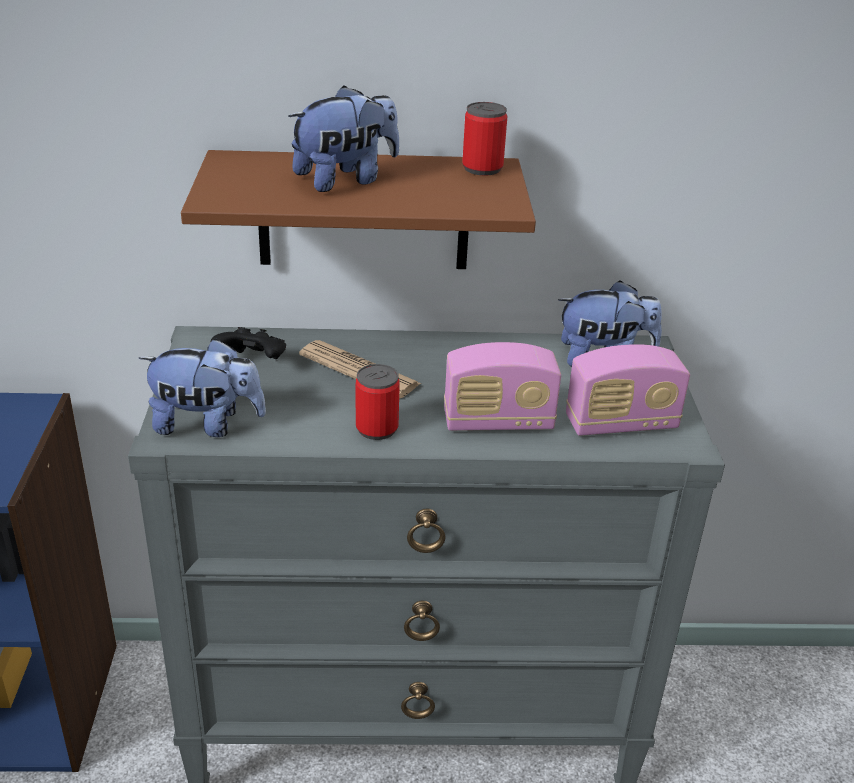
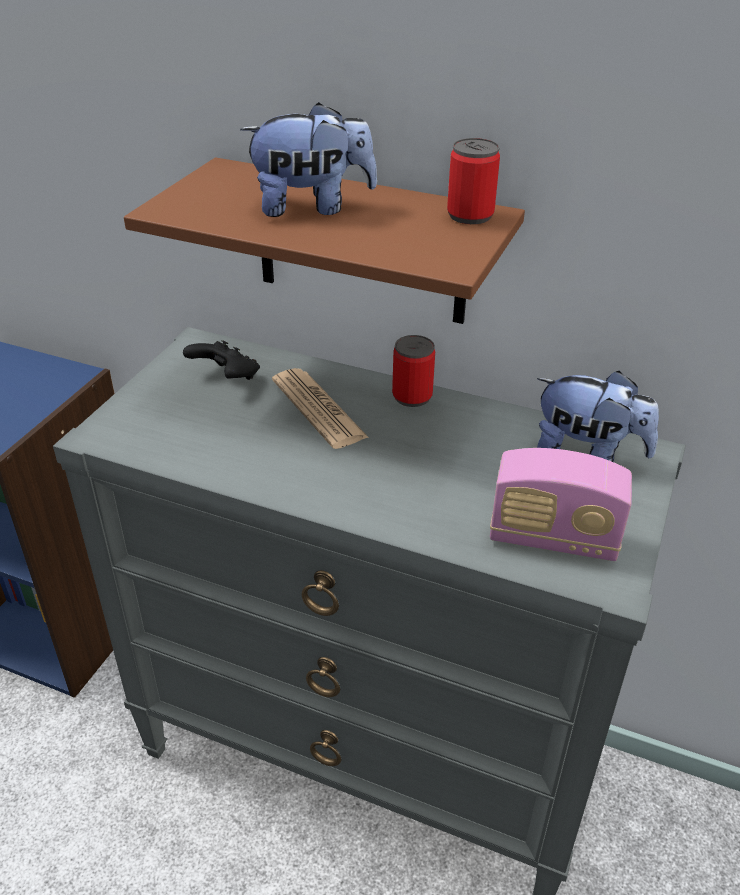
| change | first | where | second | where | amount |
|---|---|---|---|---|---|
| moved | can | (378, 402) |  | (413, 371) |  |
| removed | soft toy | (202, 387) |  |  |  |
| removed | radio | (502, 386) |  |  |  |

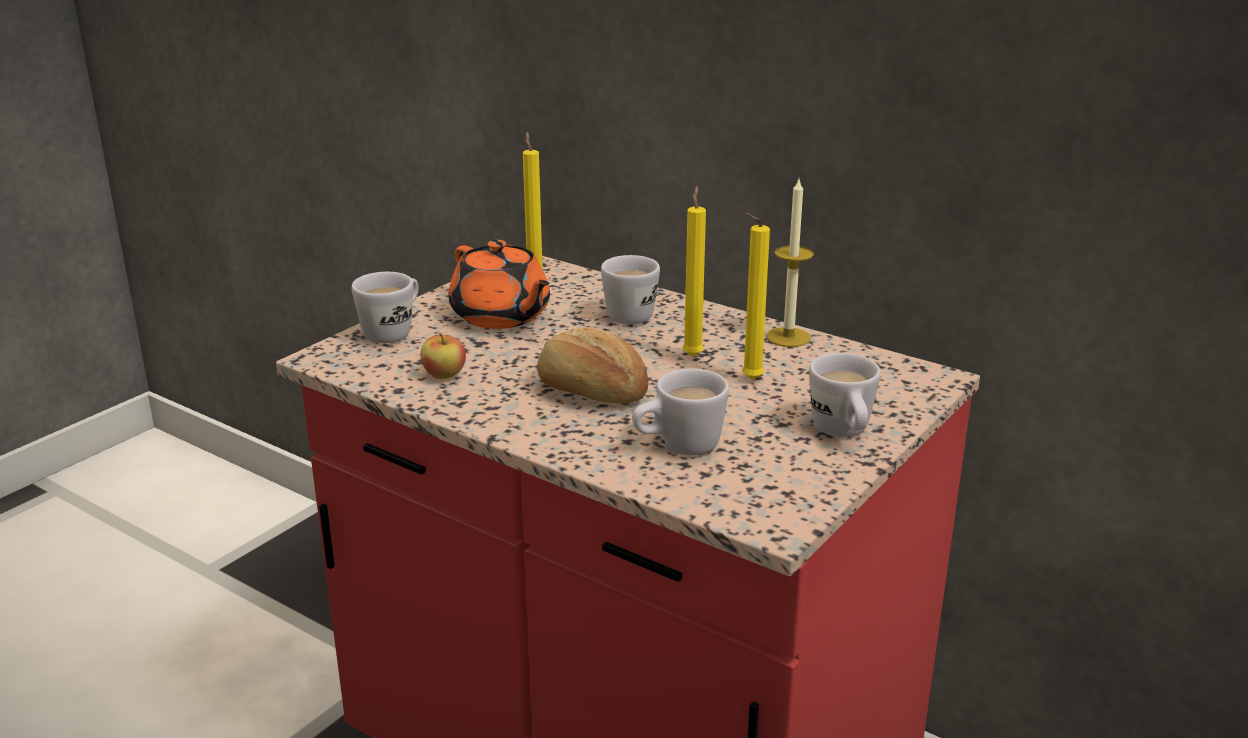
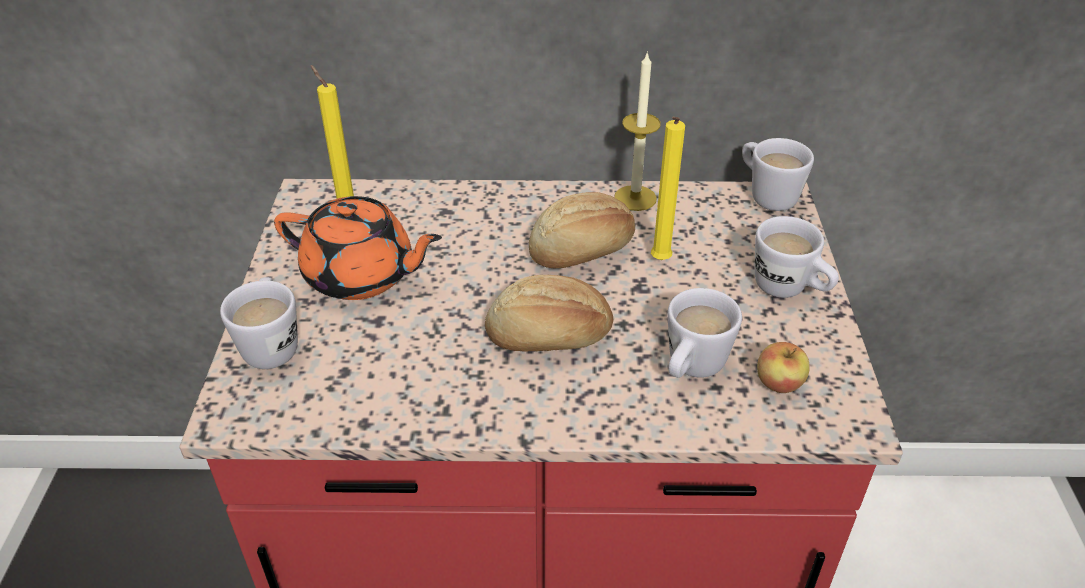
| change | first | where | second | where | amount |
|---|---|---|---|---|---|
| replaced | yellowish wax candle | (694, 271) | bread | (582, 230) |  |
| moved | whitish coffee mug | (630, 289) |  | (778, 174) |  |
| moved | whole apple | (443, 356) |  | (783, 367) |  |

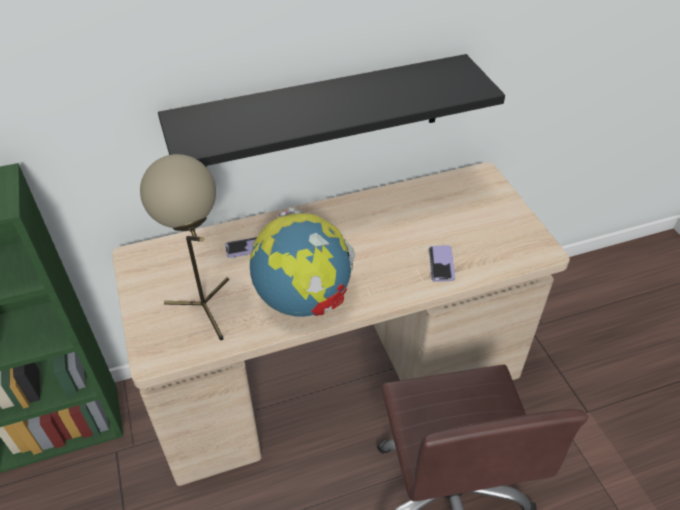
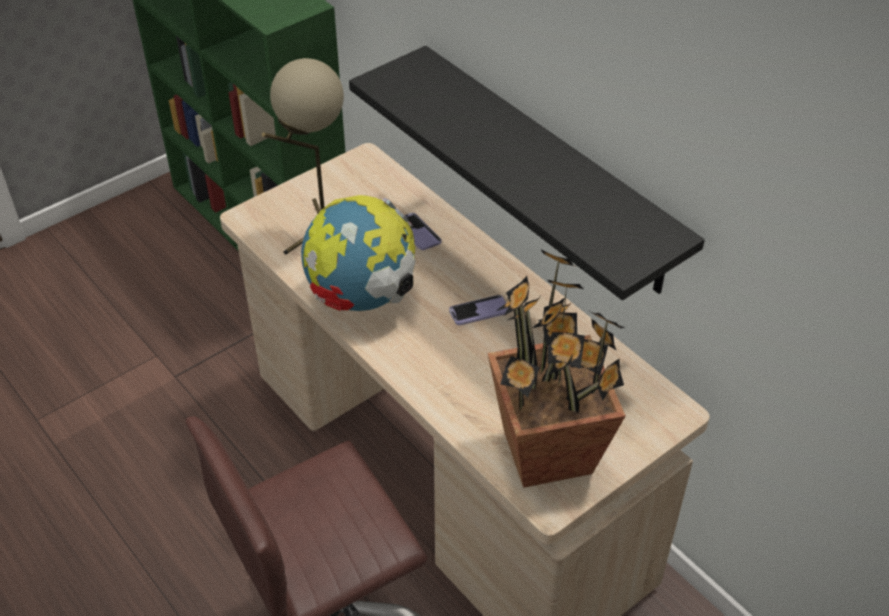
| change | first | where | second | where | amount |
|---|---|---|---|---|---|
| moved | telephone | (442, 263) |  | (478, 310) |  |
| added |  |  | plant in a pot | (557, 368) |  |

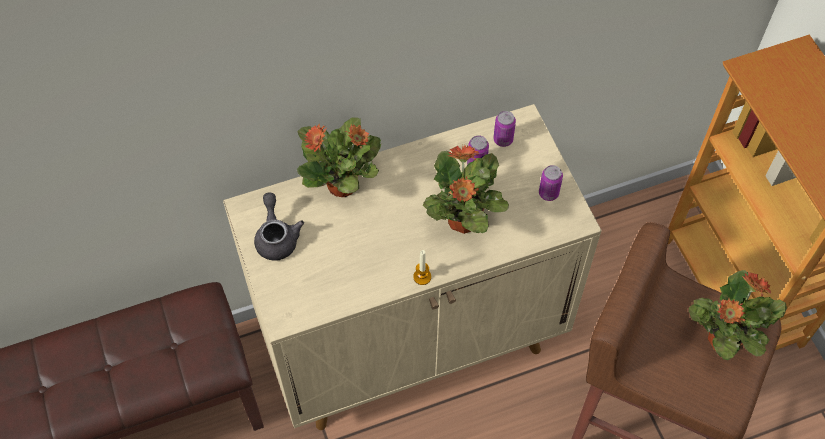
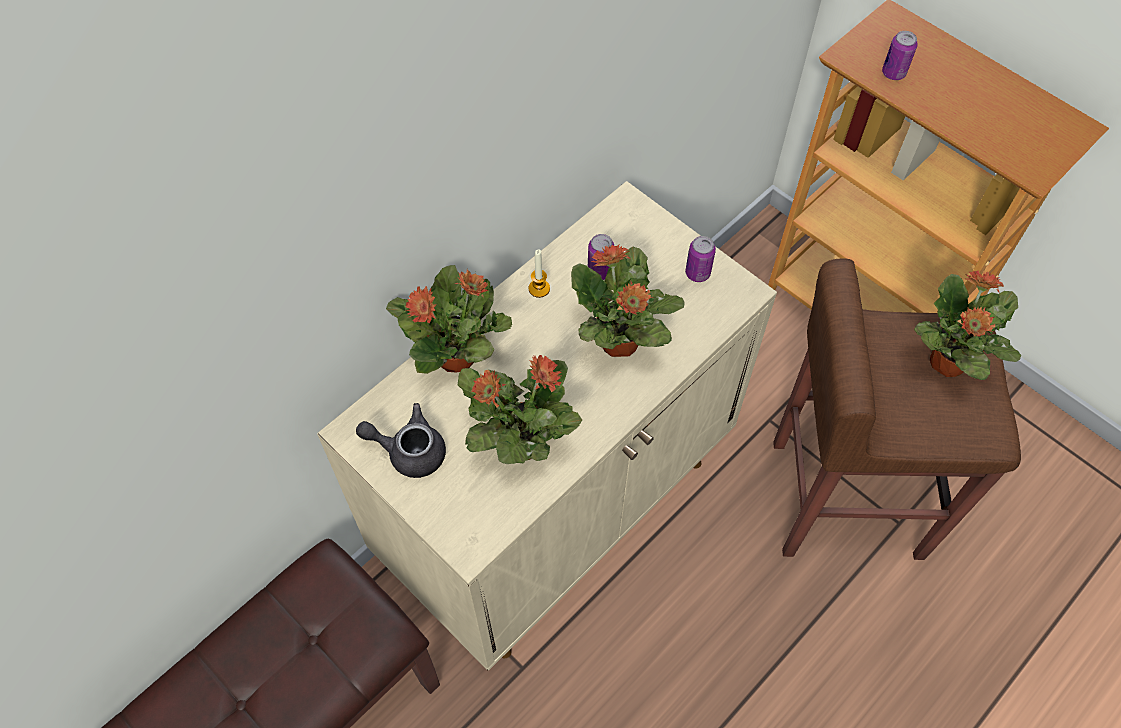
| change | first | where | second | where | amount |
|---|---|---|---|---|---|
| turned | gray tea pot | (279, 226) |  | (401, 440) | 45 degrees counterclockwise |
| added |  |  | plant in a pot | (520, 409) |  |
| moved | wax candle | (422, 267) |  | (539, 273) |  |
| moved | can | (504, 129) |  | (900, 55) |  |

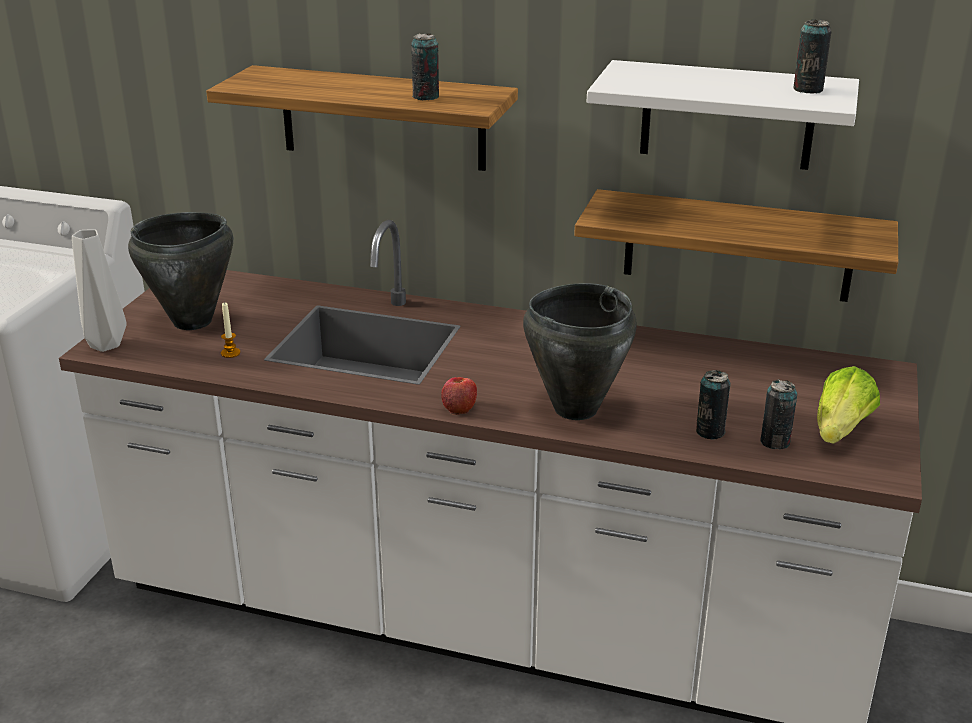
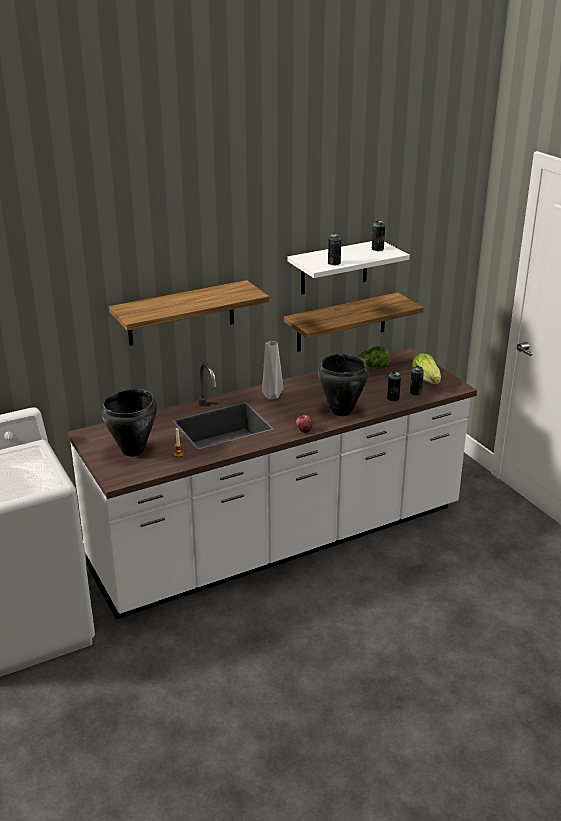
| change | first | where | second | where | amount |
|---|---|---|---|---|---|
| moved | gray flower vase | (99, 290) |  | (272, 370) |  |
| moved | can | (425, 66) |  | (334, 249) |  |
| added |  |  | head of lettuce | (374, 357) |  |

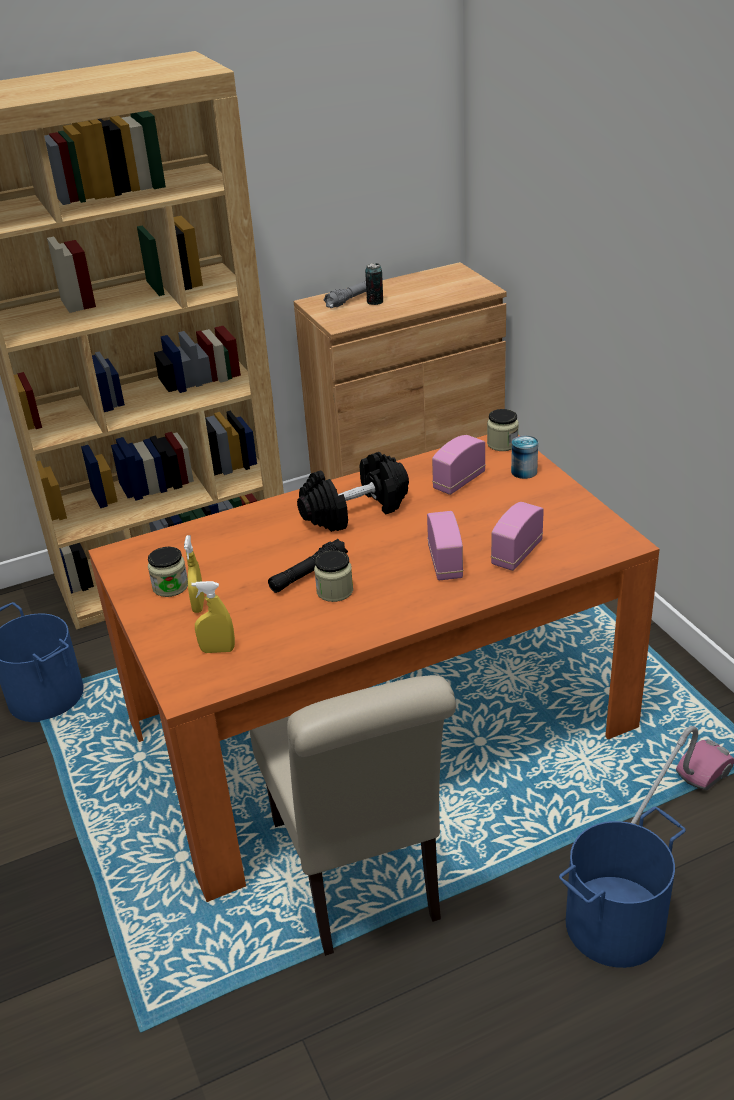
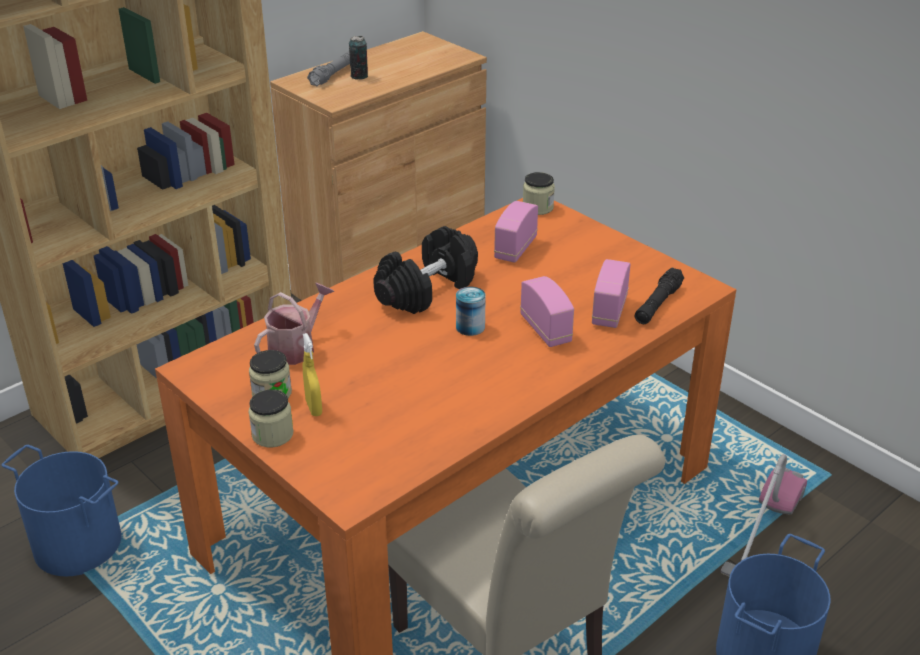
| change | first | where | second | where | amount |
|---|---|---|---|---|---|
| moved | storage jar | (333, 576) |  | (270, 418) |  |
| added |  |  | watering pot | (294, 324) |  |
| moved | can | (524, 457) |  | (471, 311) |  |
| moved | blackish hand torch | (308, 566) |  | (659, 295) |  |
| removed | yellowish sprayer | (213, 617) |  |  |  |

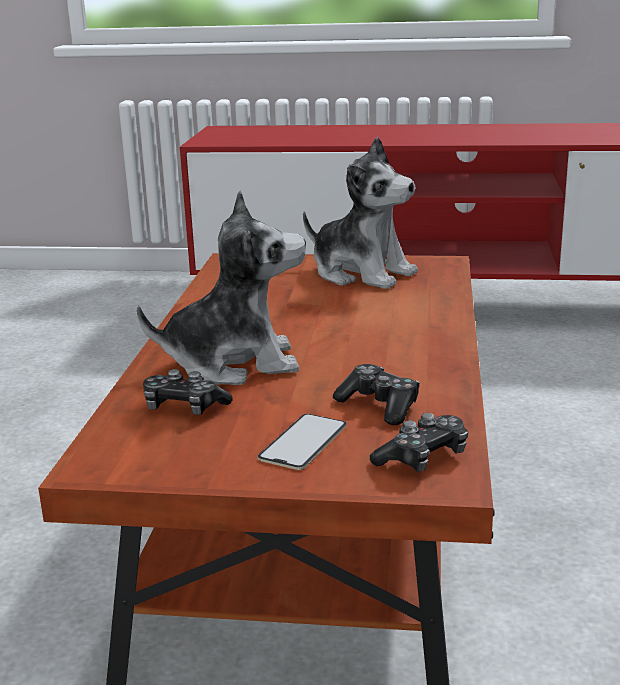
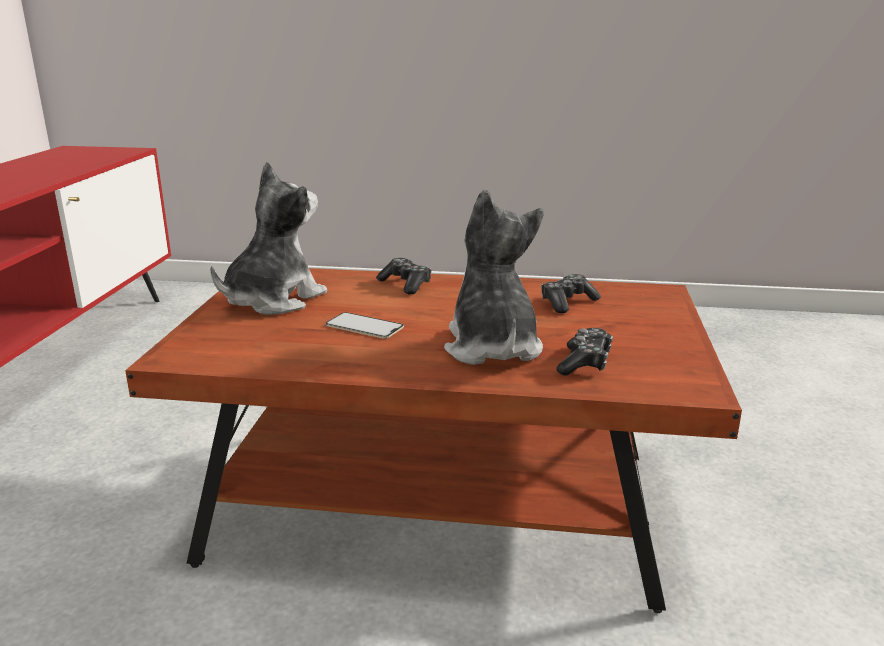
| change | first | where | second | where | amount |
|---|---|---|---|---|---|
| moved | telephone | (302, 442) |  | (364, 325) |  |
| moved | joypad | (419, 442) |  | (404, 276) |  |

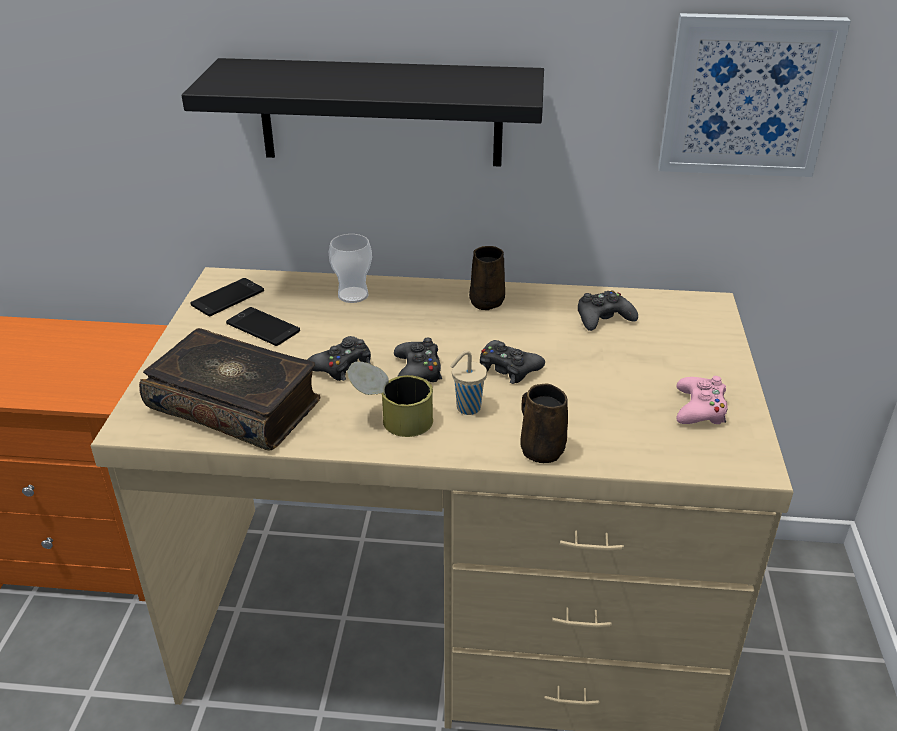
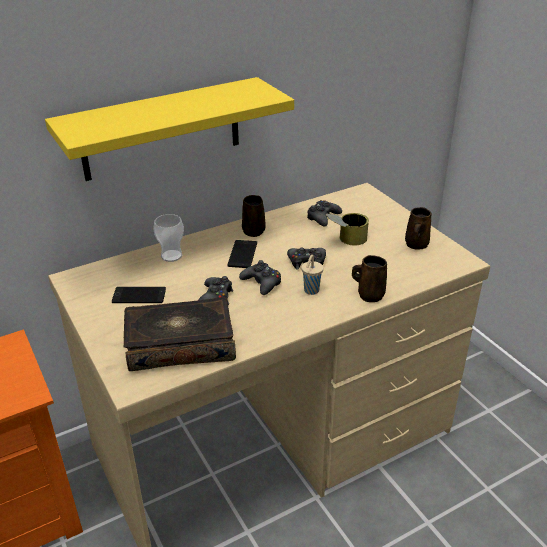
| change | first | where | second | where | amount |
|---|---|---|---|---|---|
| recoloured | blackish shelf | (363, 112) | yellowish shelf | (169, 129) |  |
| moved | telephone | (227, 297) |  | (242, 254) |  |
| moved | can | (390, 399) |  | (347, 229) |  |
| replaced | pink-coloured joypad | (701, 400) | brown-coloured coffee mug | (418, 228) |  |
| removed | wall picture | (754, 95) |  |  |  |

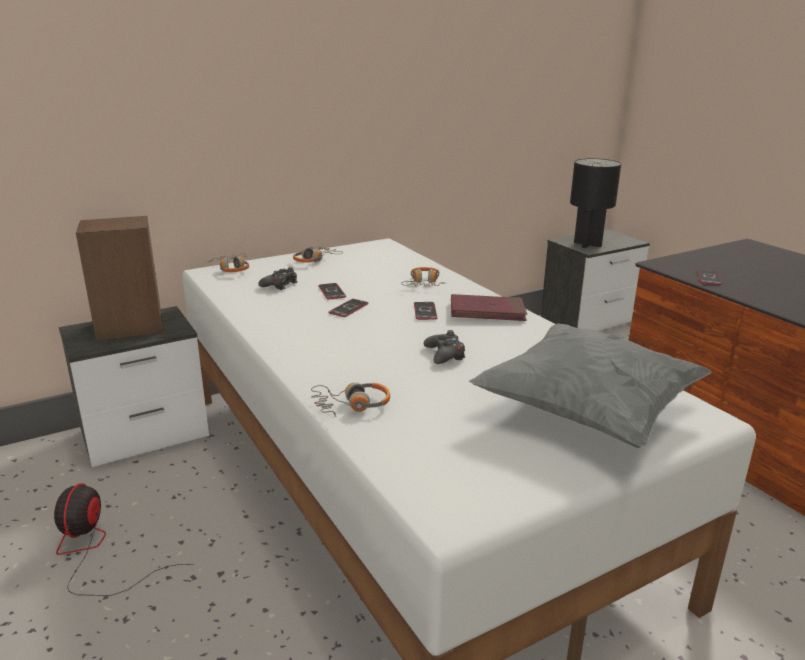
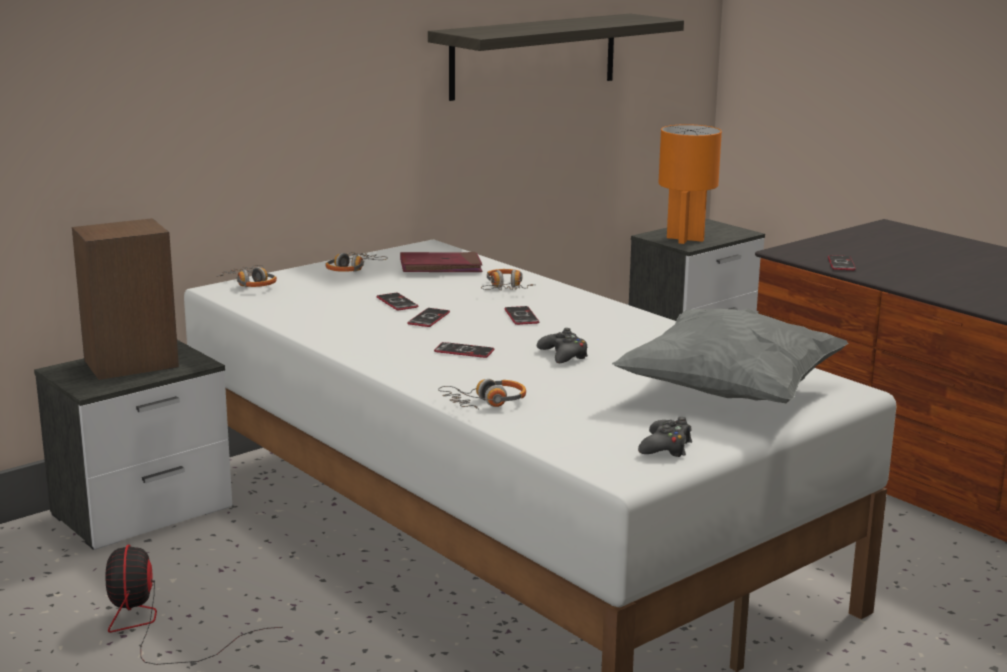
| change | first | where | second | where | amount |
|---|---|---|---|---|---|
| moved | red book | (489, 307) |  | (441, 262) |  |
| added |  |  | shelf | (556, 57) |  |
| added |  |  | telephone | (464, 350) |  |
| moved | blackish joypad | (277, 278) |  | (665, 437) |  |
| recoloured | blackish lamp for a table | (595, 203) | orange-coloured lamp for a table | (690, 184) |  |

